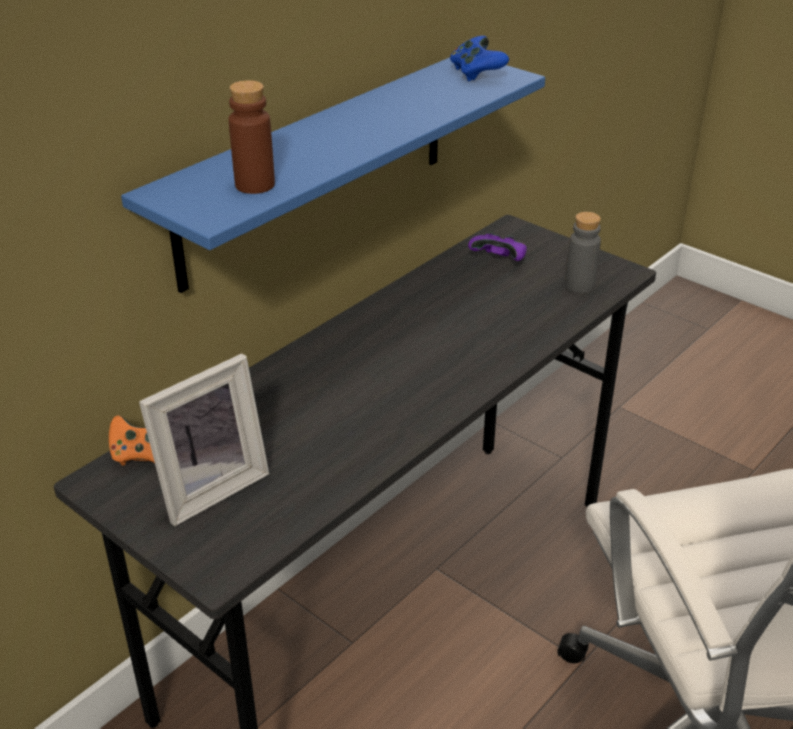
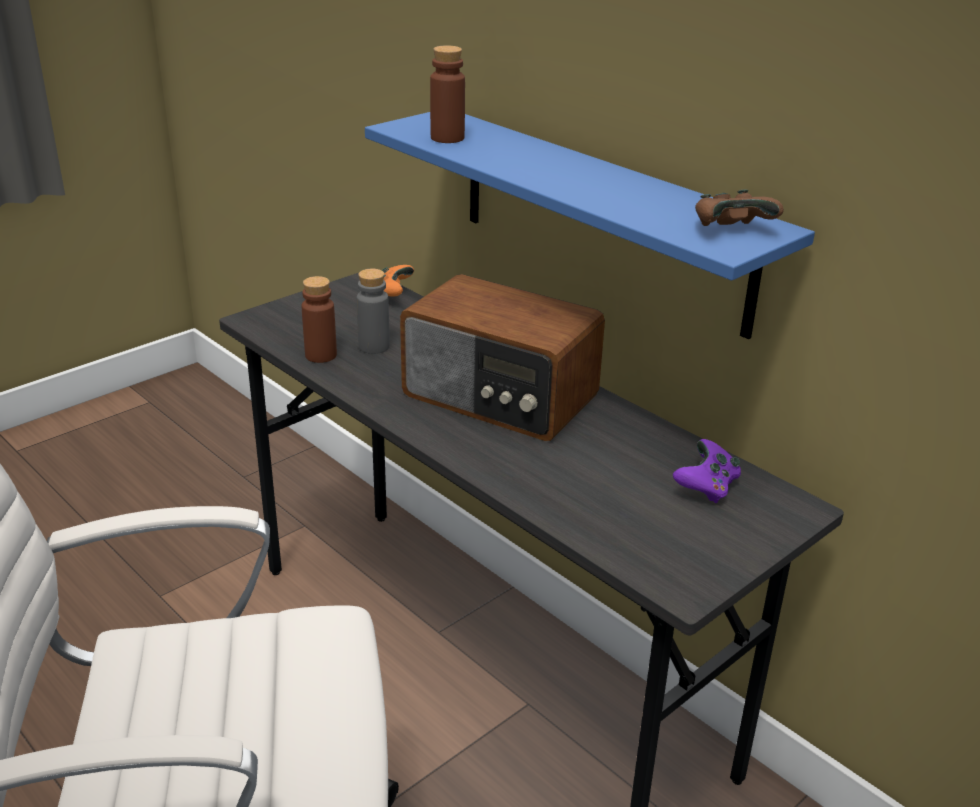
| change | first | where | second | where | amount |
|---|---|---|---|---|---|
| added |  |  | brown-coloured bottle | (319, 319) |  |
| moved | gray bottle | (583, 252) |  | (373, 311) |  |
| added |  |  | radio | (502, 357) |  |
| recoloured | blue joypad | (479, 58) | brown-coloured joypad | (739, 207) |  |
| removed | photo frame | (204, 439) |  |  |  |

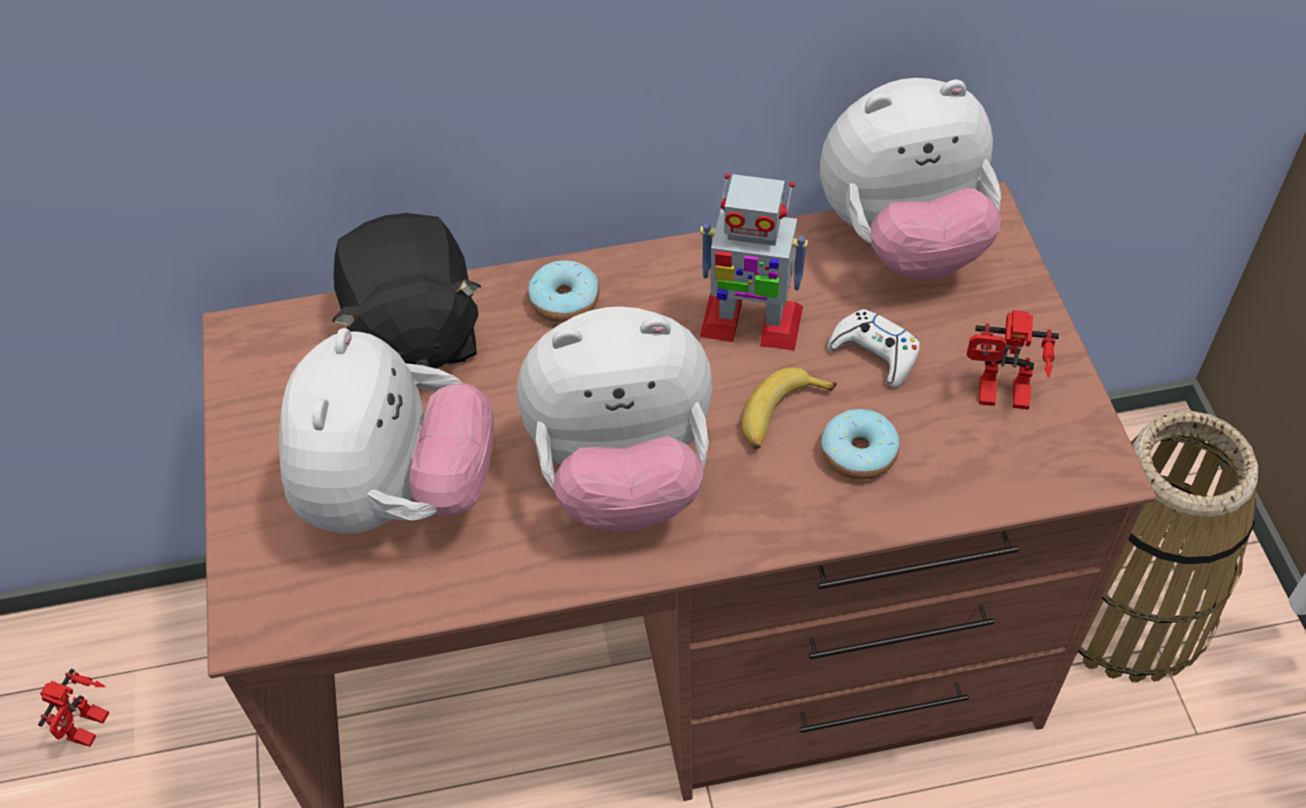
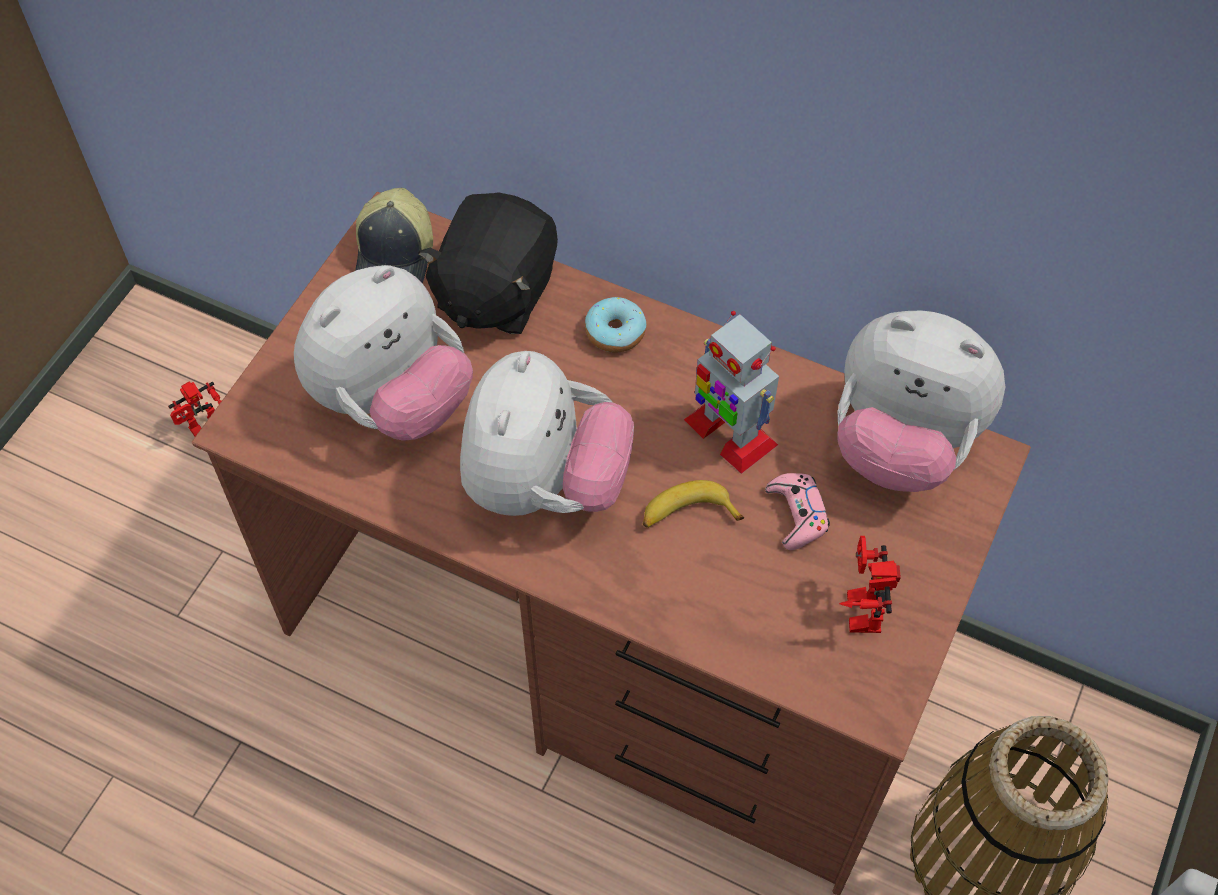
| change | first | where | second | where | amount |
|---|---|---|---|---|---|
| added |  |  | peaked cap | (394, 235) |  |
| turned | soft toy | (614, 419) |  | (547, 433) | 105 degrees counterclockwise |
| recoloured | whitish joypad | (873, 348) | pink-coloured joypad | (797, 511) |  |
| turned | toy robot | (1013, 359) |  | (870, 584) | 45 degrees clockwise |
| removed | doughnut | (860, 444) |  |  |  |

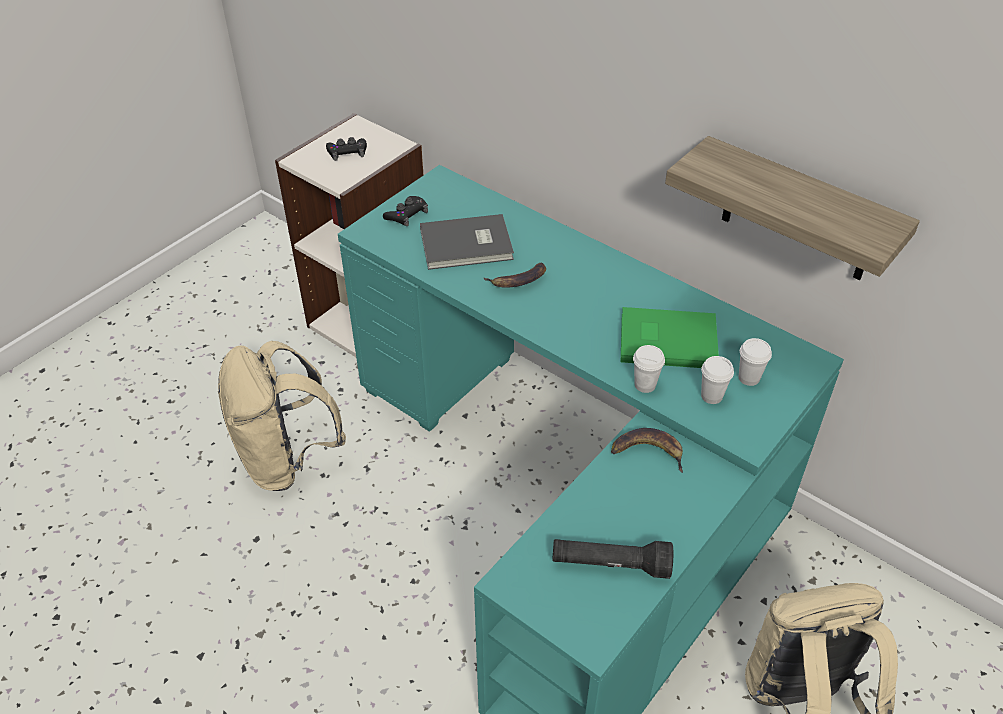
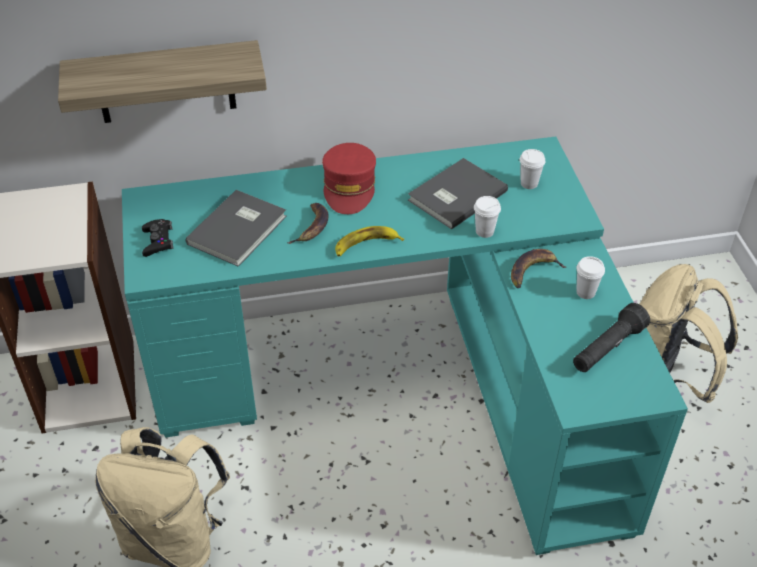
| change | first | where | second | where | amount |
|---|---|---|---|---|---|
| moved | shelf | (792, 208) |  | (162, 81) |  |
| added |  |  | red peaked cap | (349, 178) |  |
| added |  |  | whole banana | (369, 241) |  |
| recoloured | green-coloured book | (670, 337) | gray book | (458, 193) |  |
| moved | whitish small cup | (717, 380) |  | (590, 277) |  |
| removed | blackish joypad | (346, 149) |  |  |  |

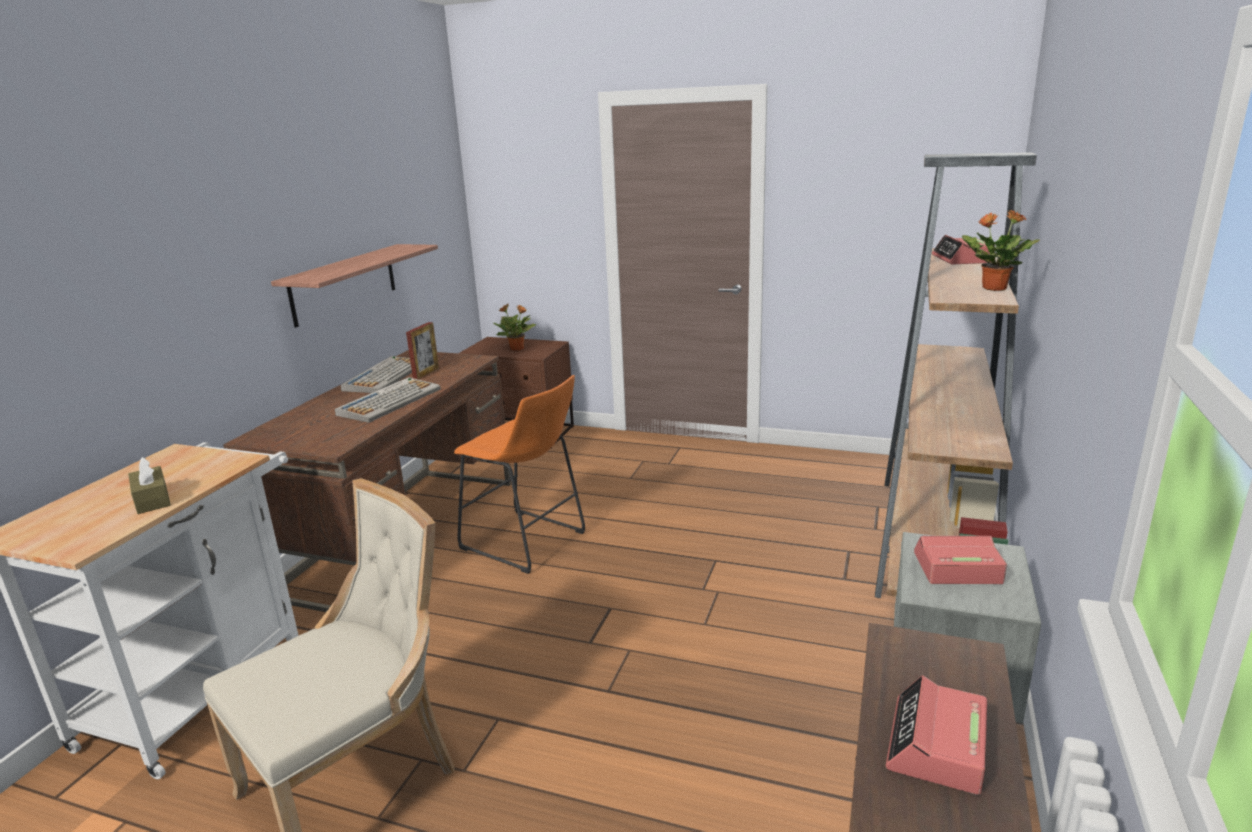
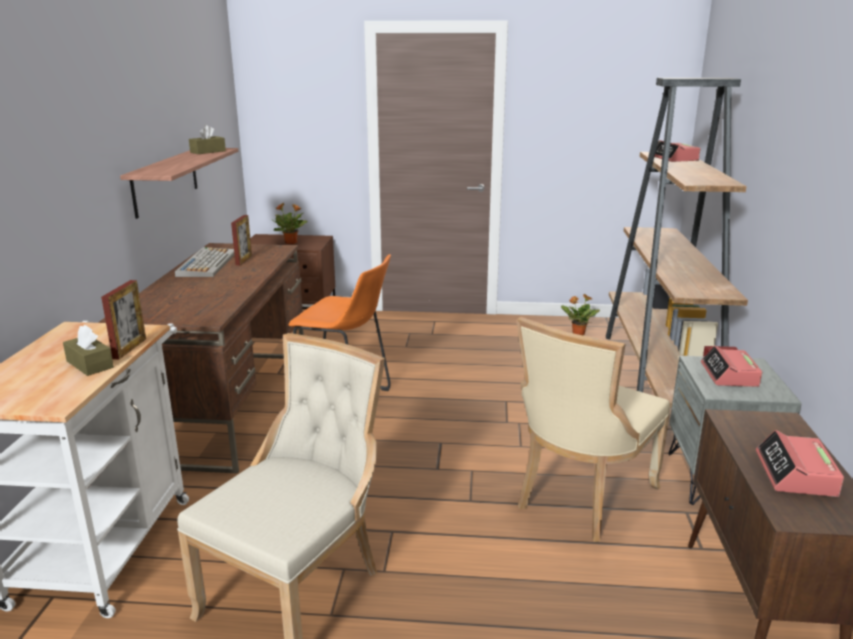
| change | first | where | second | where | amount |
|---|---|---|---|---|---|
| added |  |  | photo frame | (123, 320) |  |
| added |  |  | brown-coloured tissue holder | (207, 139) |  |
| added |  |  | beige plain chair | (593, 429) |  |
| moved | plant in a pot | (1001, 250) |  | (580, 314) |  |
| turned | bedside clock | (960, 560) |  | (731, 366) | 75 degrees counterclockwise |
| removed | keyboard | (387, 400) |  |  |  |

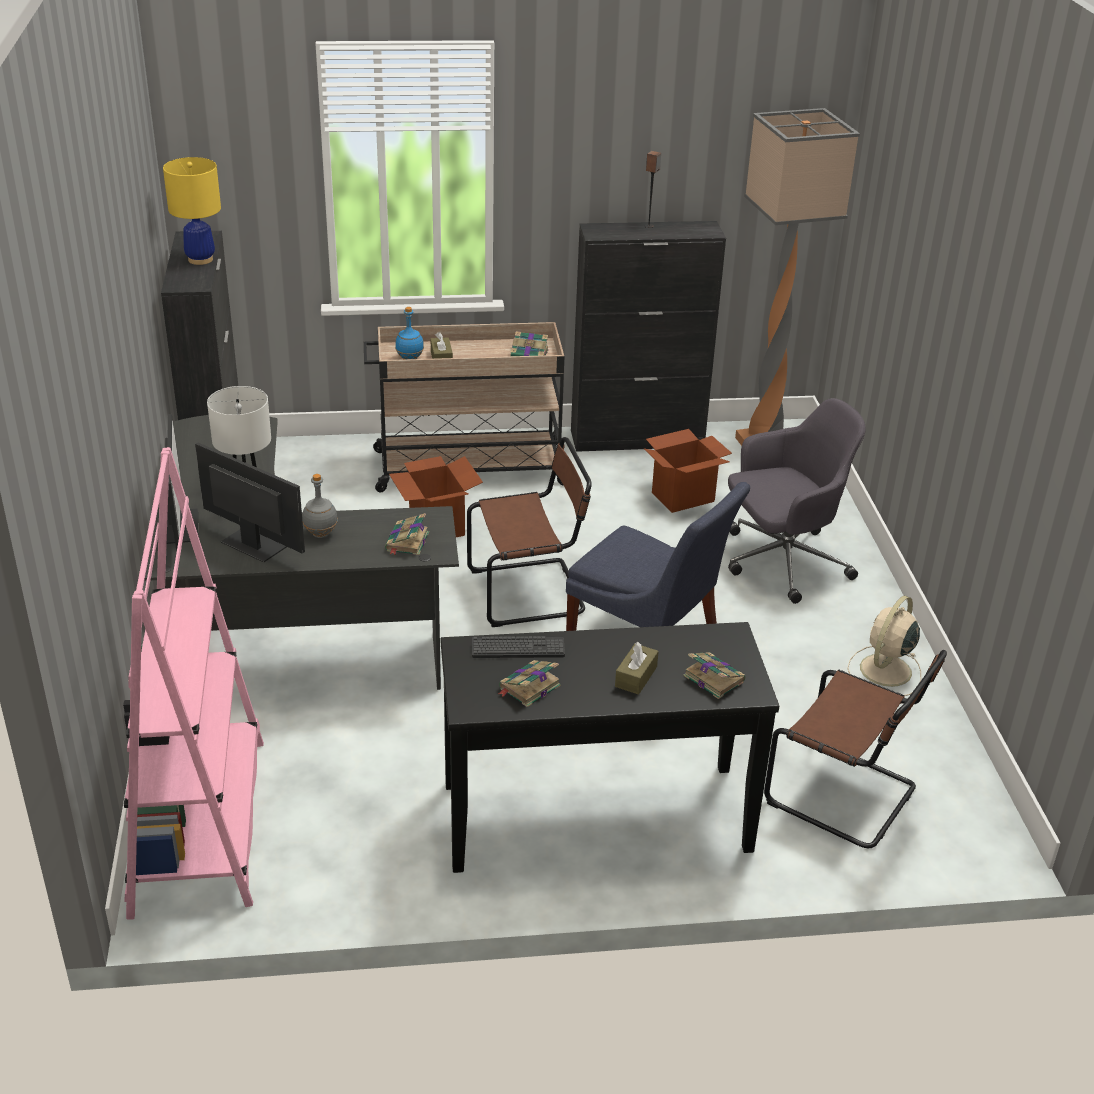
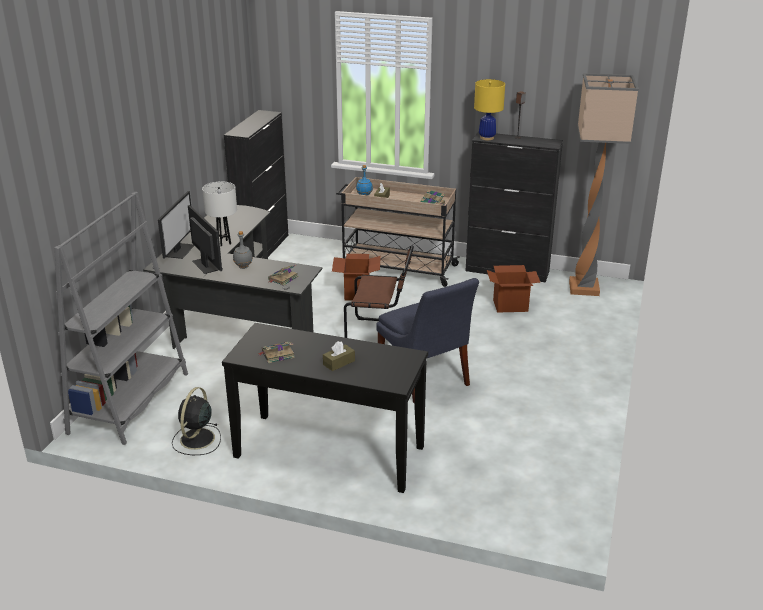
| change | first | where | second | where | amount |
|---|---|---|---|---|---|
| recoloured | pink-coloured bookcase | (193, 683) | gray bookcase | (121, 318) |  |
| added |  |  | blackish cooling fan | (196, 421) |  |
| moved | yellowish lamp for a table | (192, 211) |  | (489, 109) |  |
| removed | keyboard | (518, 647) |  |  |  |
| removed | book | (714, 675) |  |  |  |
| removed | gray computer chair | (797, 501) |  |  |  |
| removed | brown-coloured plain chair | (855, 749) |  |  |  |
| removed | beige cooling fan | (884, 646) |  |  |  |

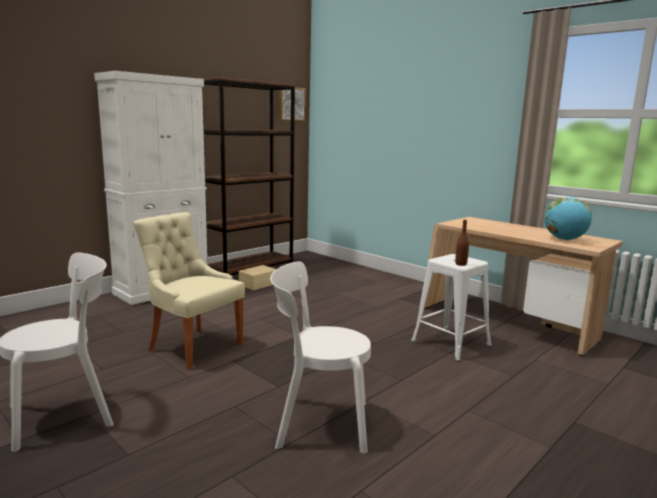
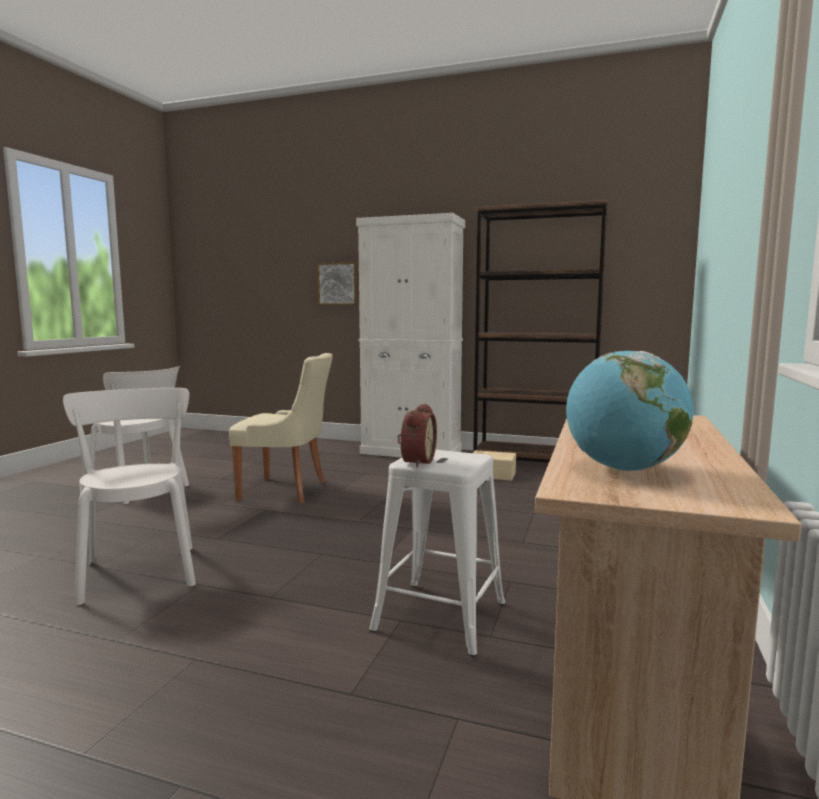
| change | first | where | second | where | amount |
|---|---|---|---|---|---|
| turned | beige plain chair | (189, 291) |  | (281, 428) | 90 degrees clockwise |
| moved | wall picture | (292, 104) |  | (337, 283) |  |
| replaced | brown-coloured bottle | (462, 243) | bedside clock | (417, 435) |  |

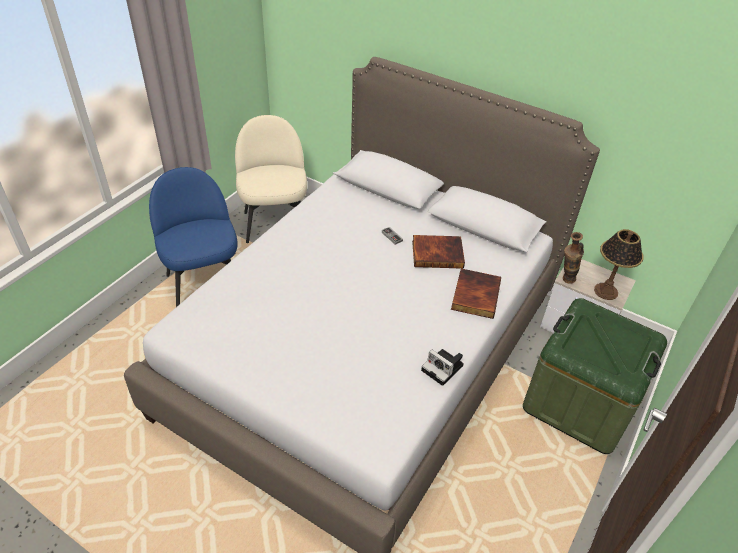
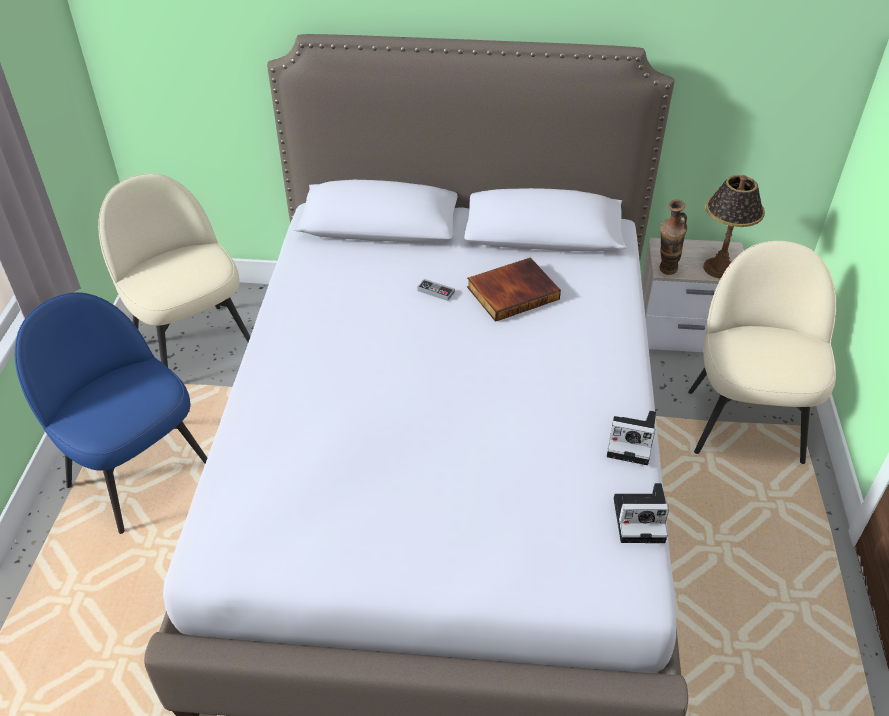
| change | first | where | second | where | amount |
|---|---|---|---|---|---|
| added |  |  | photo camera | (641, 513) |  |
| replaced | green-coloured storage bin | (595, 376) | beige plain chair | (762, 352) |  |
| removed | book | (476, 293) |  |  |  |

